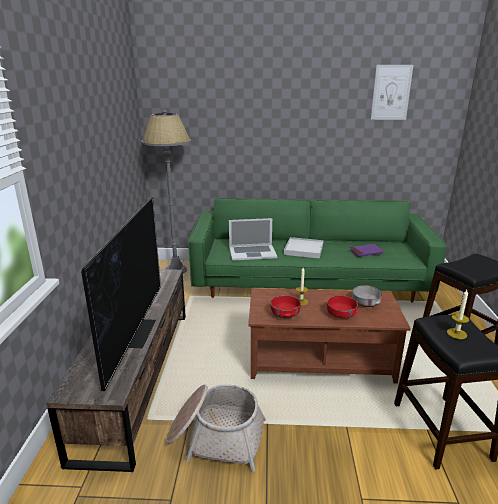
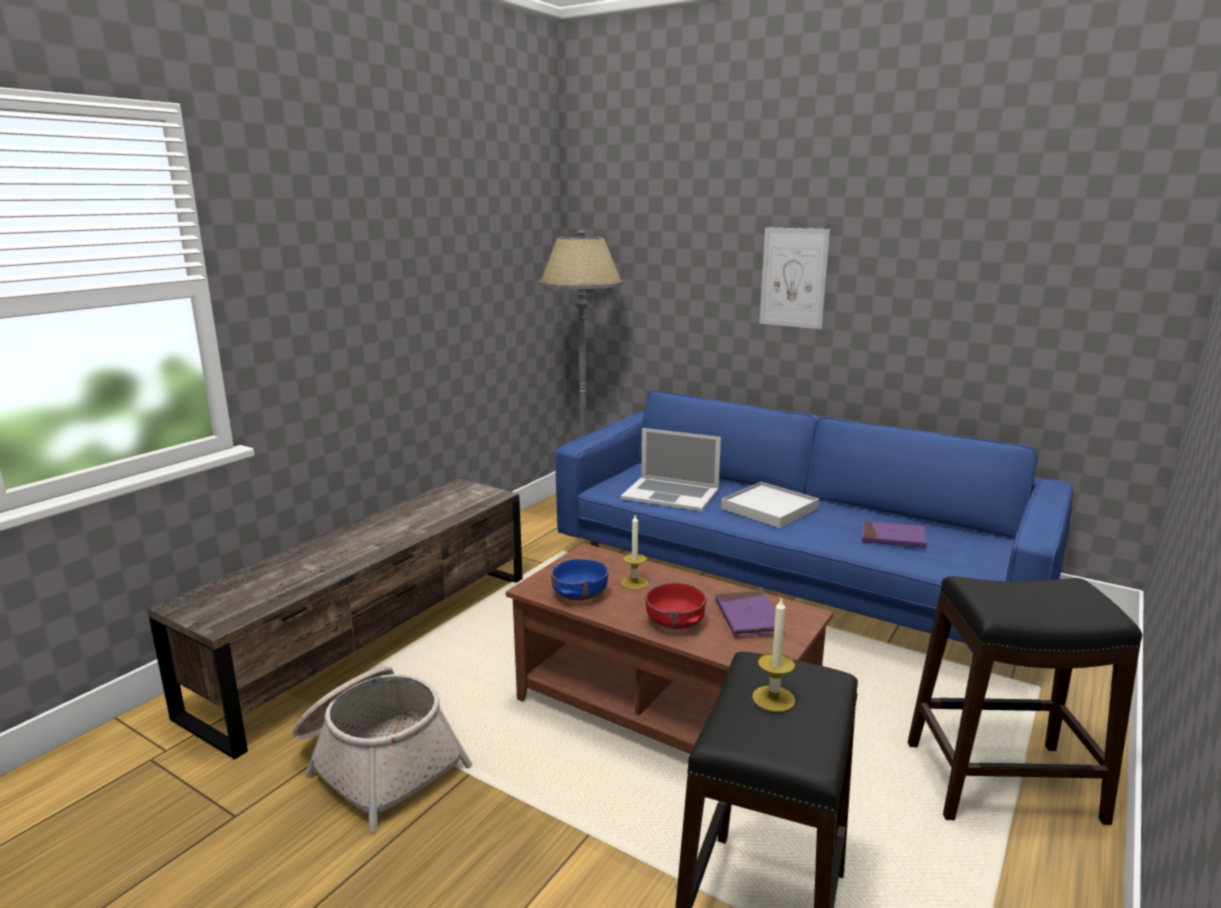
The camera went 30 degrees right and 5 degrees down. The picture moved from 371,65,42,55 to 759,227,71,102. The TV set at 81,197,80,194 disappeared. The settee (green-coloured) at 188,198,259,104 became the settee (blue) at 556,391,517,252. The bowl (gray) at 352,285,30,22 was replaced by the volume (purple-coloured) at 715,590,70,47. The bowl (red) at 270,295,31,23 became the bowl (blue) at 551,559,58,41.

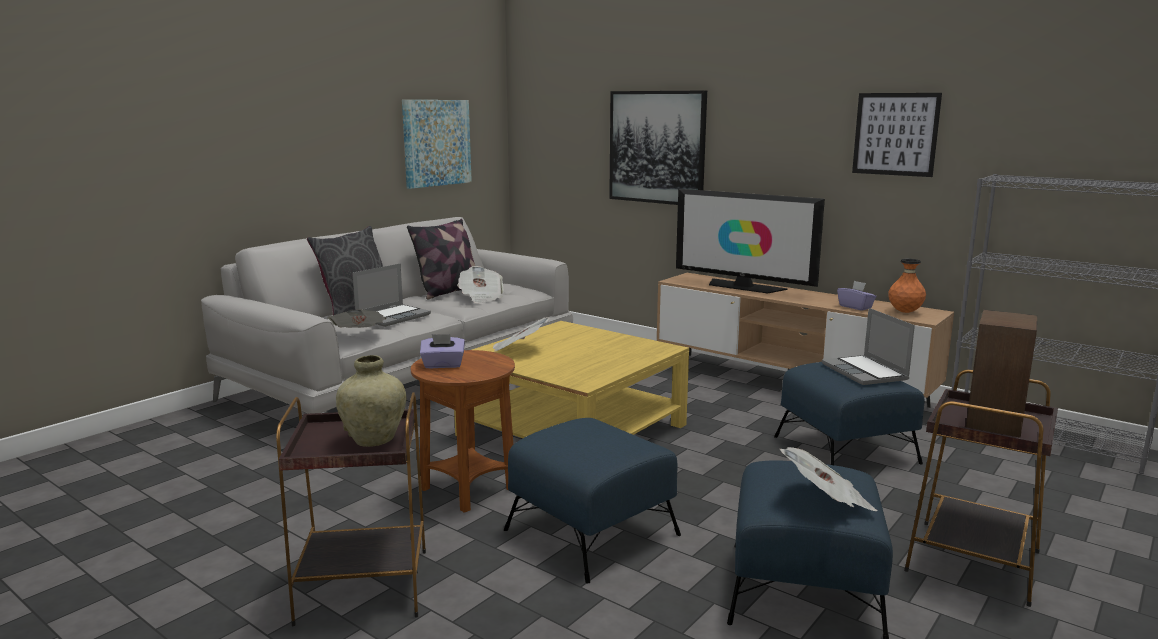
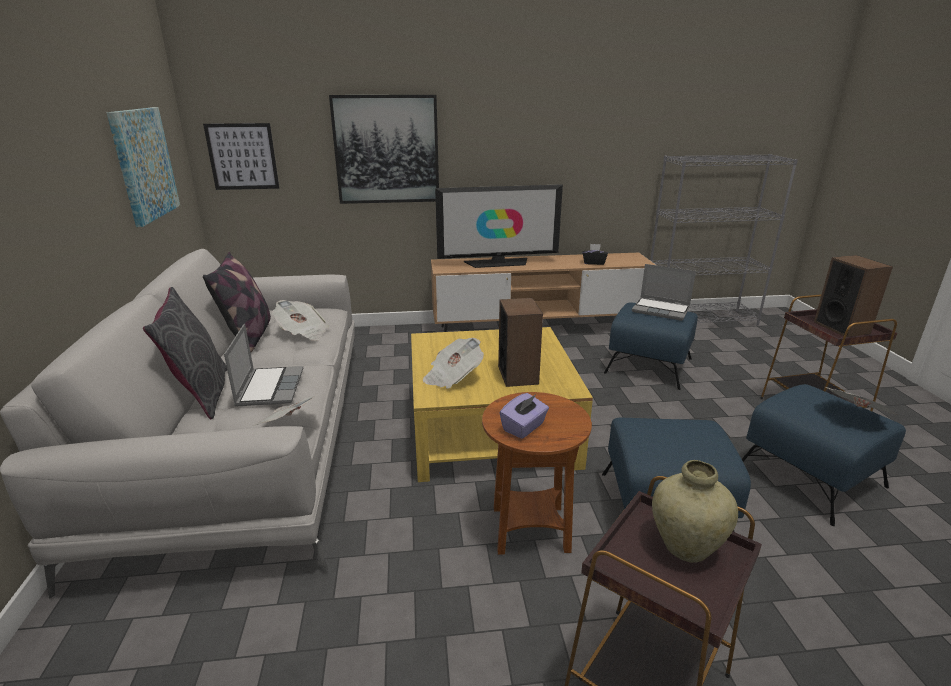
The camera went 45 degrees left and 10 degrees up. The picture moved from 852,93,90,84 to 203,123,76,67. The vase (orange-coloured) at 888,259,38,54 disappeared. The box of tissues (purple-coloured) at 837,281,39,30 became the box of tissues (blackish) at 582,244,26,21. The audio speaker at 498,298,45,89 appeared.

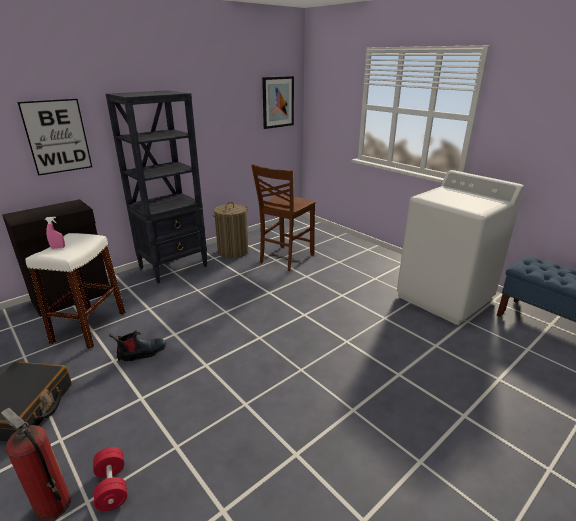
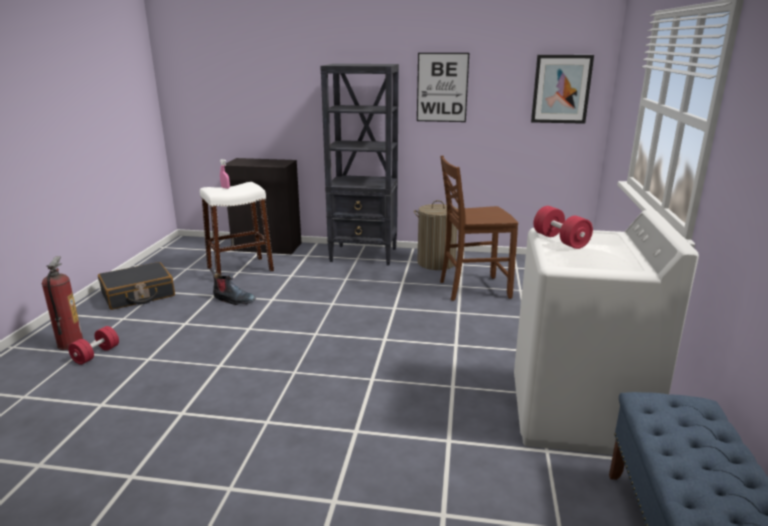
The camera went 50 degrees right and 5 degrees down. The picture moved from 17,99,75,77 to 417,53,52,69. The free weight (red) at 534,206,59,43 appeared.

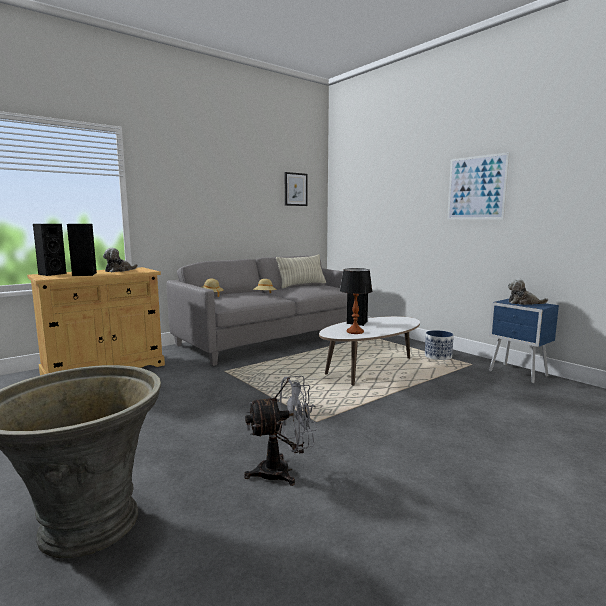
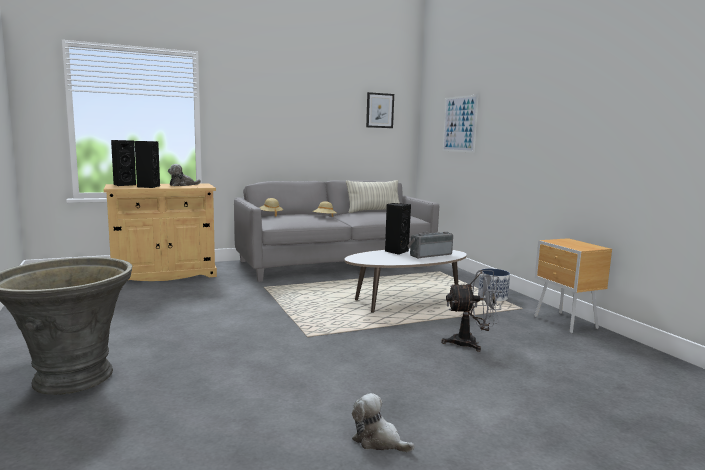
The camera went 15 degrees right and 0 degrees up. The picture moved from 447,152,63,67 to 443,94,36,59. The table lamp at 340,268,33,66 disappeared. The cuddly toy moved from 508,279,40,26 to 352,393,62,59. The nightstand (blue) at 489,299,70,84 became the nightstand (brown) at 534,238,78,95. The fan (gray) moved from 244,376,73,110 to 441,270,61,82. The radio receiver at 407,231,46,27 appeared.

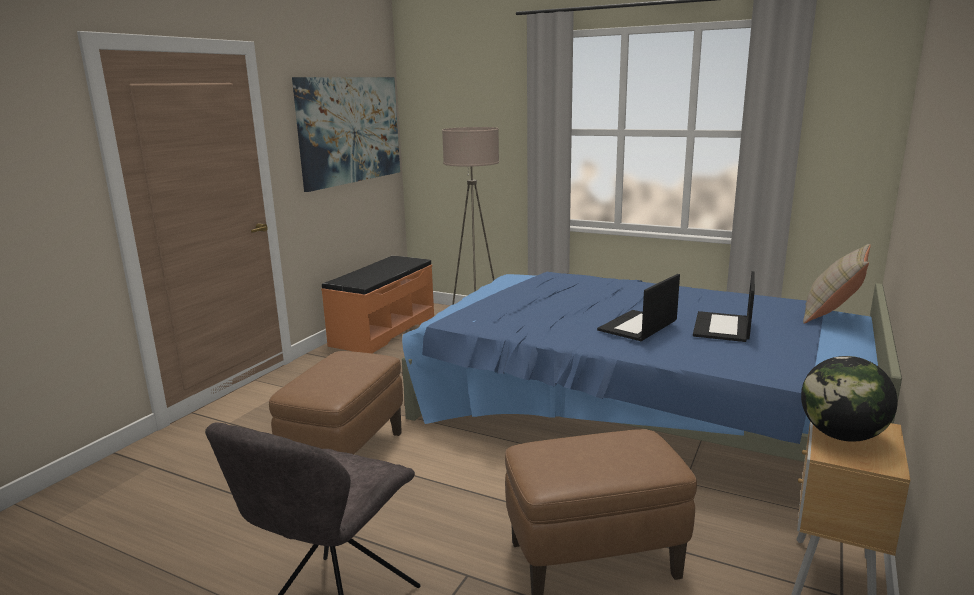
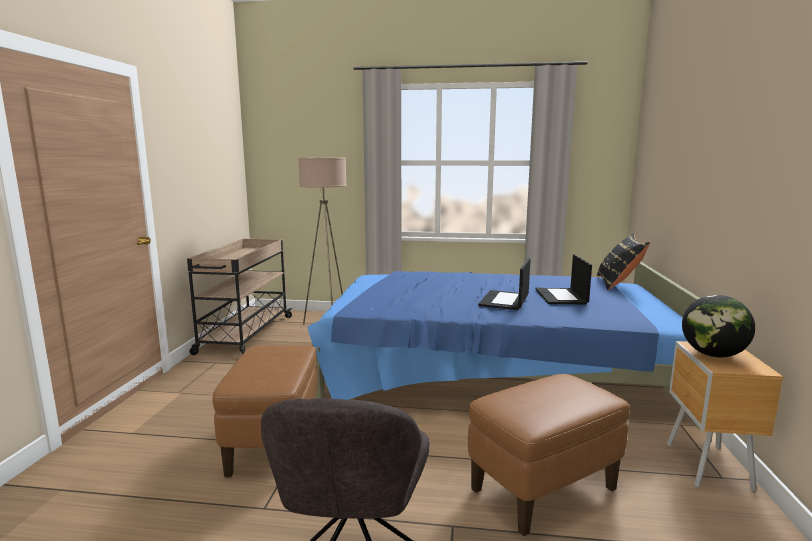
The camera went 20 degrees left and 5 degrees down. The picture at 292,77,108,115 disappeared. The pillow (beige-coloured) at 803,244,68,80 became the pillow (blackish) at 597,233,53,57. The long seat (orange-coloured) at 321,256,113,97 was replaced by the wheeled cart (beige-coloured) at 187,239,106,116.

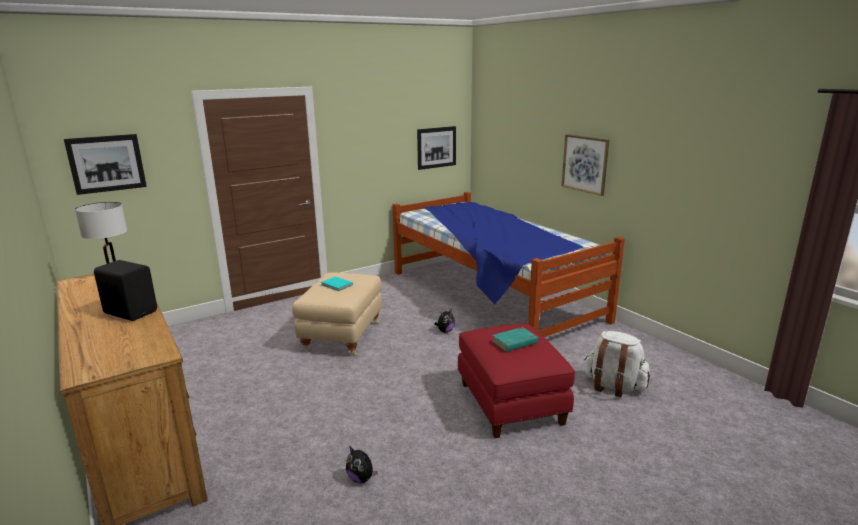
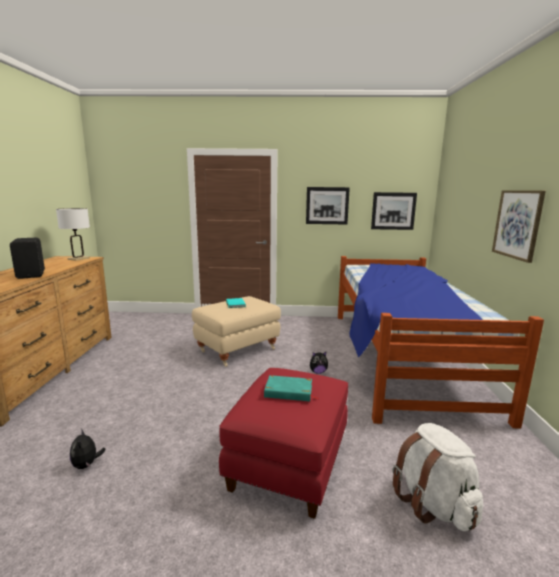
The camera went 35 degrees right and 5 degrees down. The picture moved from 64,134,83,61 to 306,187,44,37.

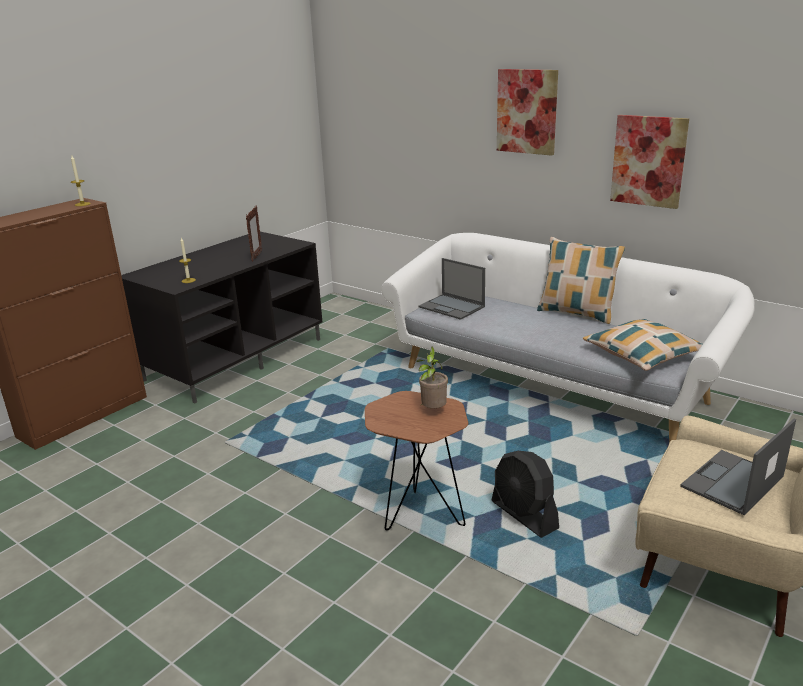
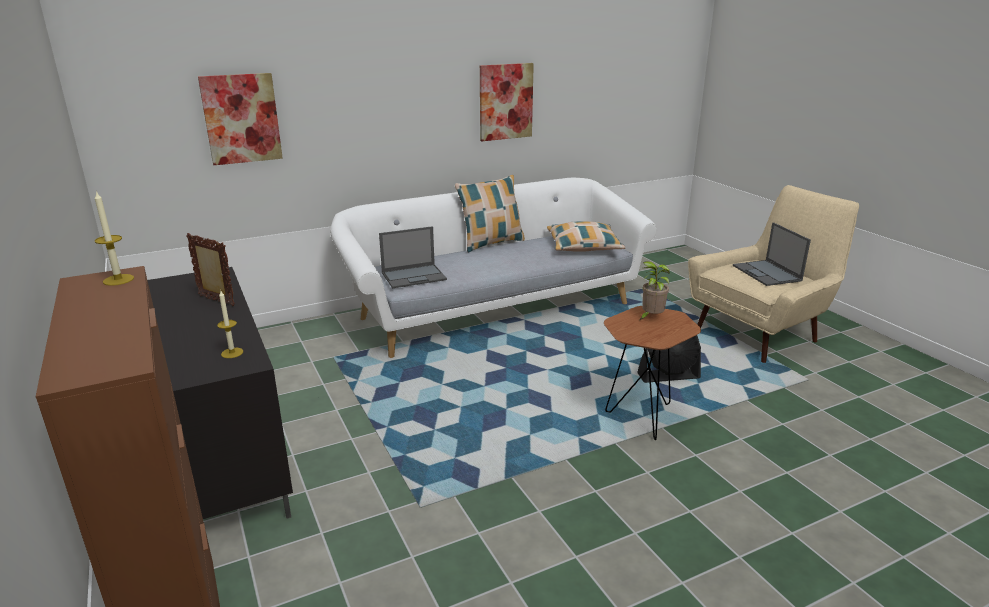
The camera went 65 degrees left and 0 degrees up. The picture moved from 497,69,61,87 to 198,73,85,92.

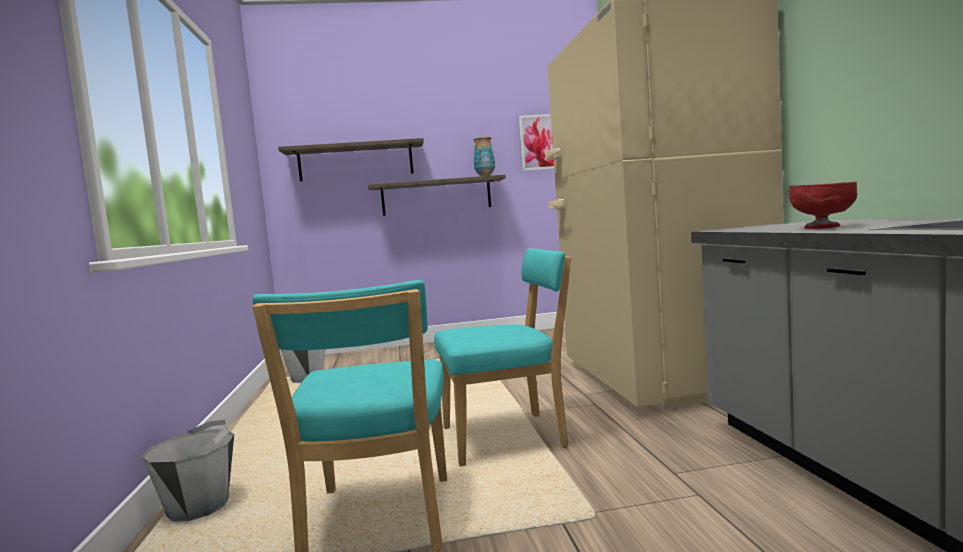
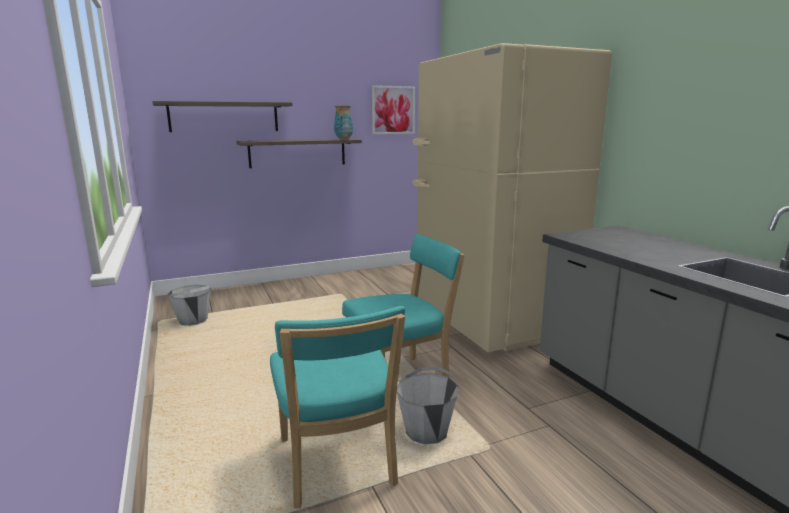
The camera went 15 degrees left and 10 degrees up. The bowl (red) at 789,182,69,47 disappeared. The bucket (gray) moved from 141,420,93,101 to 397,367,61,78.

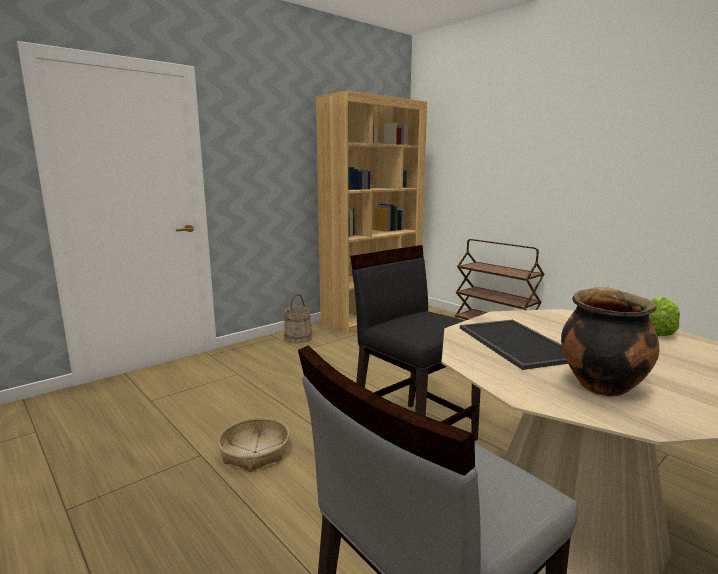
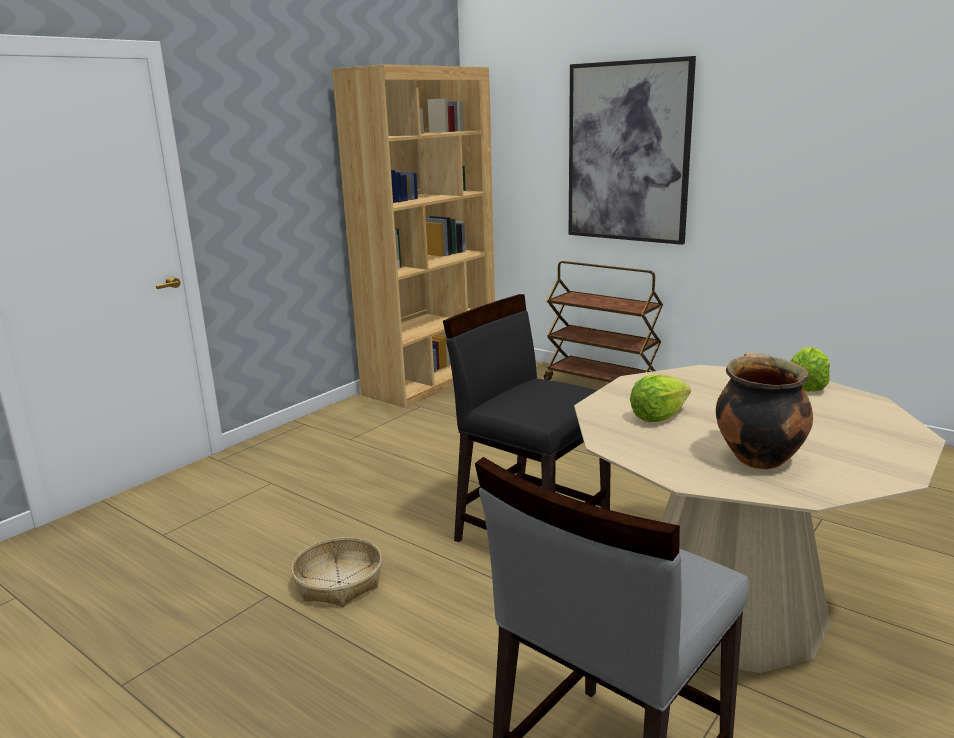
The camera went 10 degrees left and 5 degrees up. The bucket (beige-coloured) at 284,294,28,49 disappeared. The serving tray at 460,320,108,50 was replaced by the lettuce head at 630,375,61,47. The picture at 569,56,127,189 appeared.

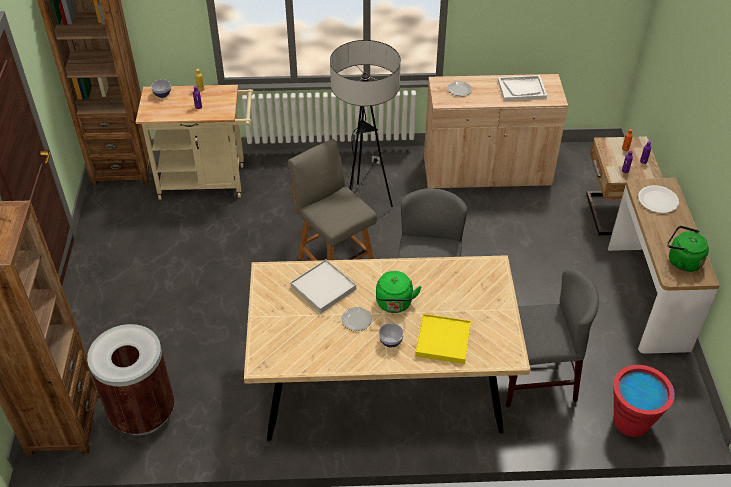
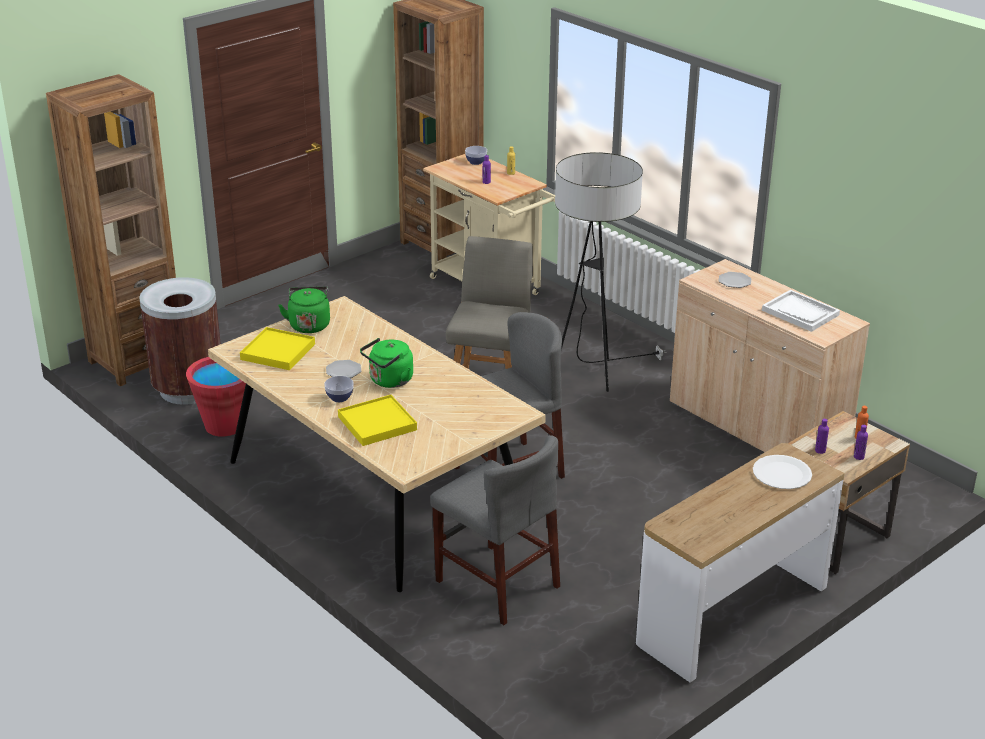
The camera went 50 degrees right and 15 degrees down. The water kettle (green-coloured) moved from 667,226,42,46 to 278,286,52,47. The serving tray (white-coloured) at 290,259,66,54 disappeared. The bucket (red) moved from 614,365,61,72 to 186,357,60,80. The serving tray (yellow) at 240,327,75,43 appeared.

